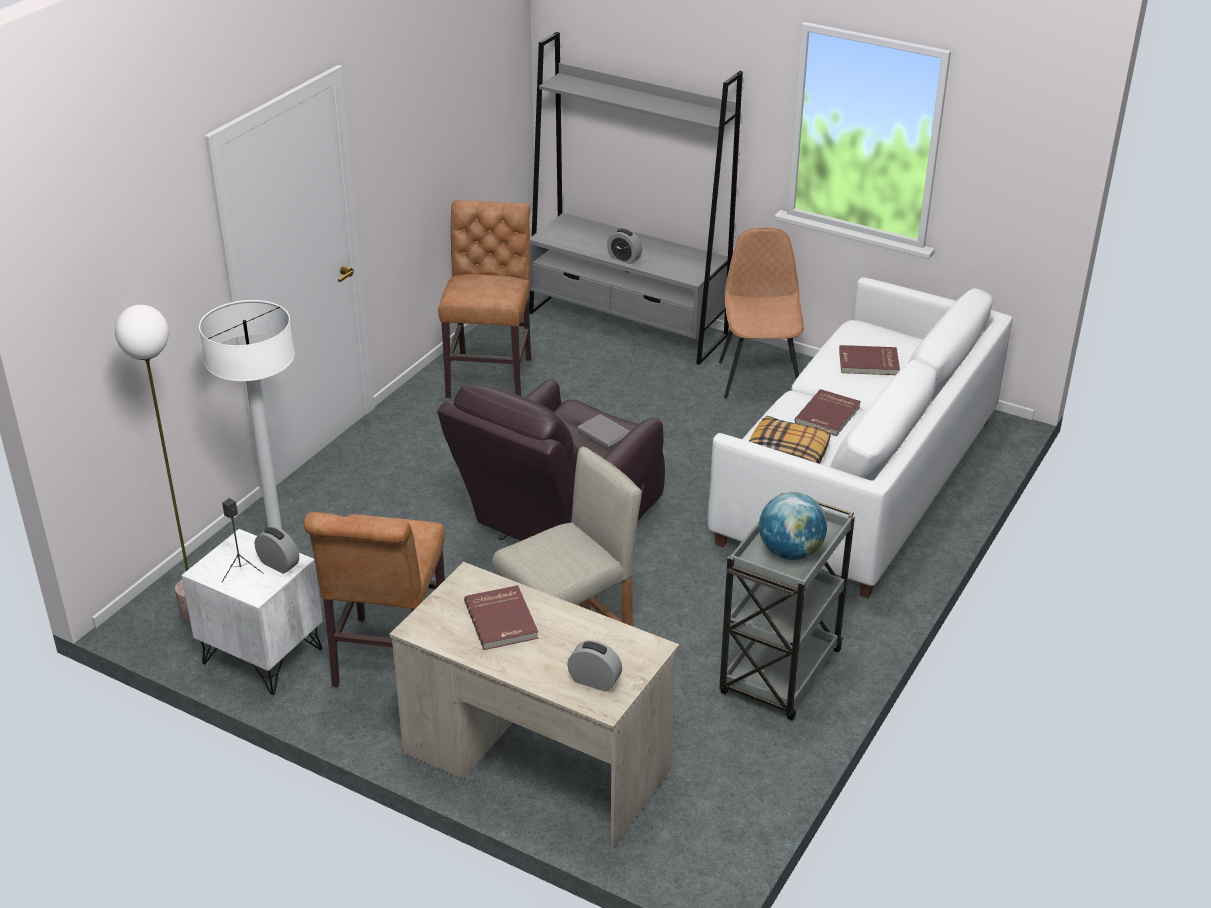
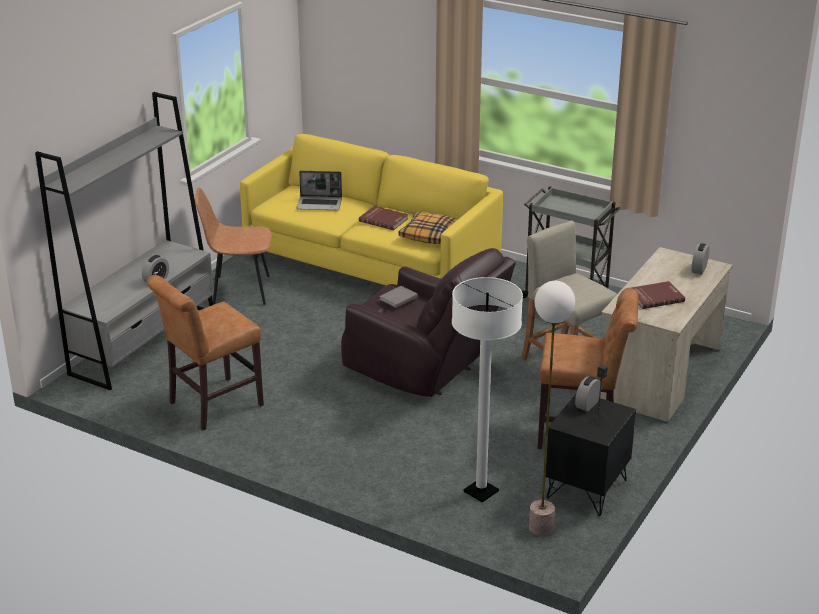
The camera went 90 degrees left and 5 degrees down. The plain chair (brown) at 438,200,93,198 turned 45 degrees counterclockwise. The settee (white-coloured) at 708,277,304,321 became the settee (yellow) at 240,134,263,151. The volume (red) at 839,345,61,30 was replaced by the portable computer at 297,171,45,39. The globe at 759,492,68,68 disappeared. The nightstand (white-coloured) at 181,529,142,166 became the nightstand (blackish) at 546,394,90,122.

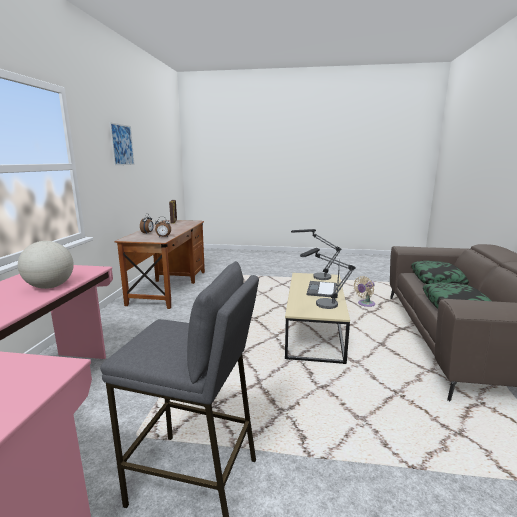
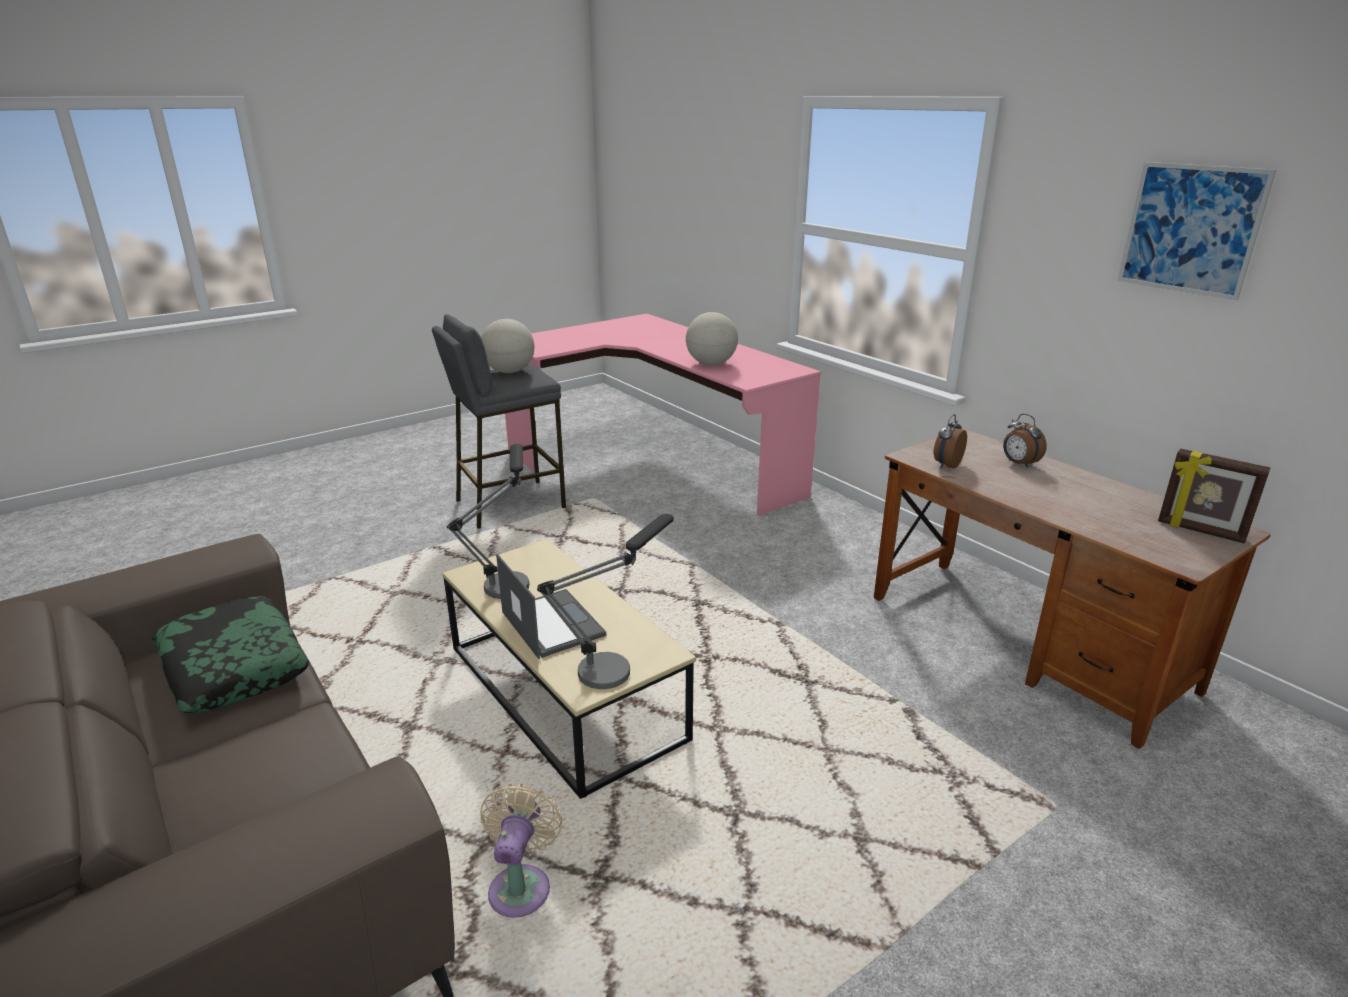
The camera went 135 degrees right and 10 degrees up. The pillow at 411,261,58,24 disappeared. The globe at 481,319,53,54 appeared.

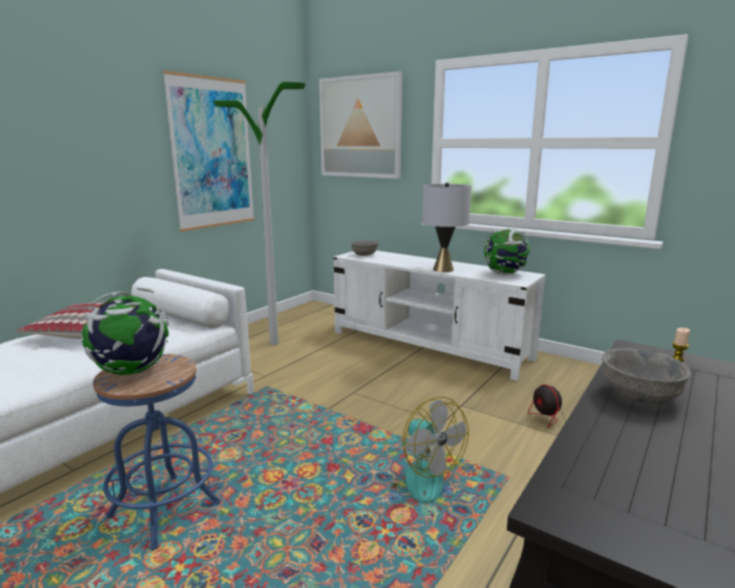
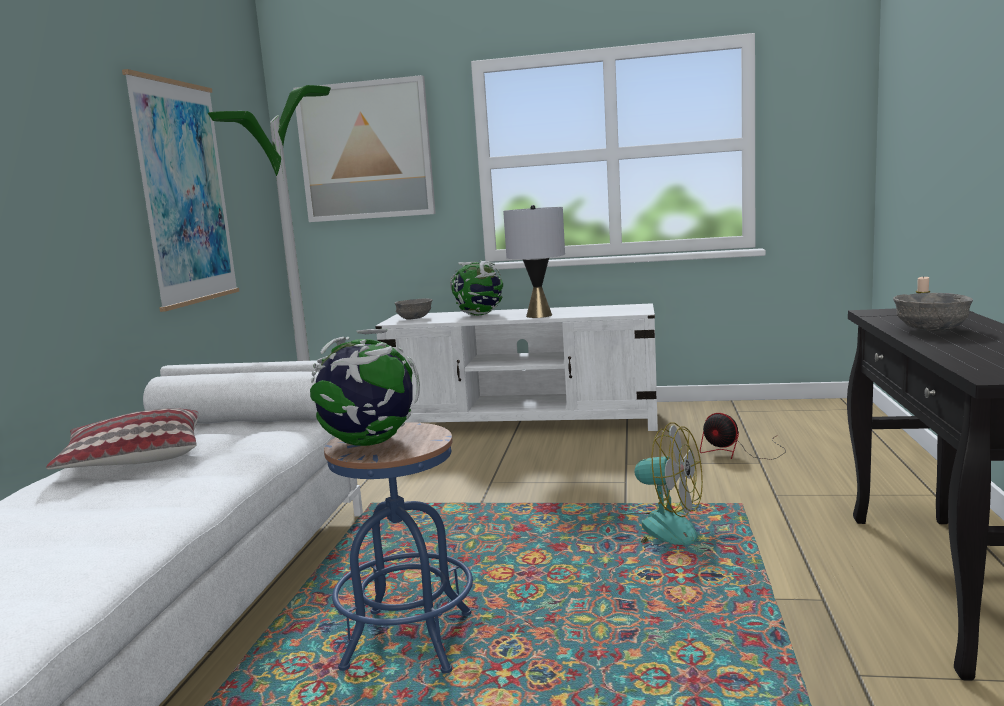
The camera went 25 degrees left and 5 degrees down. The globe moved from 484,228,46,46 to 450,260,53,56.

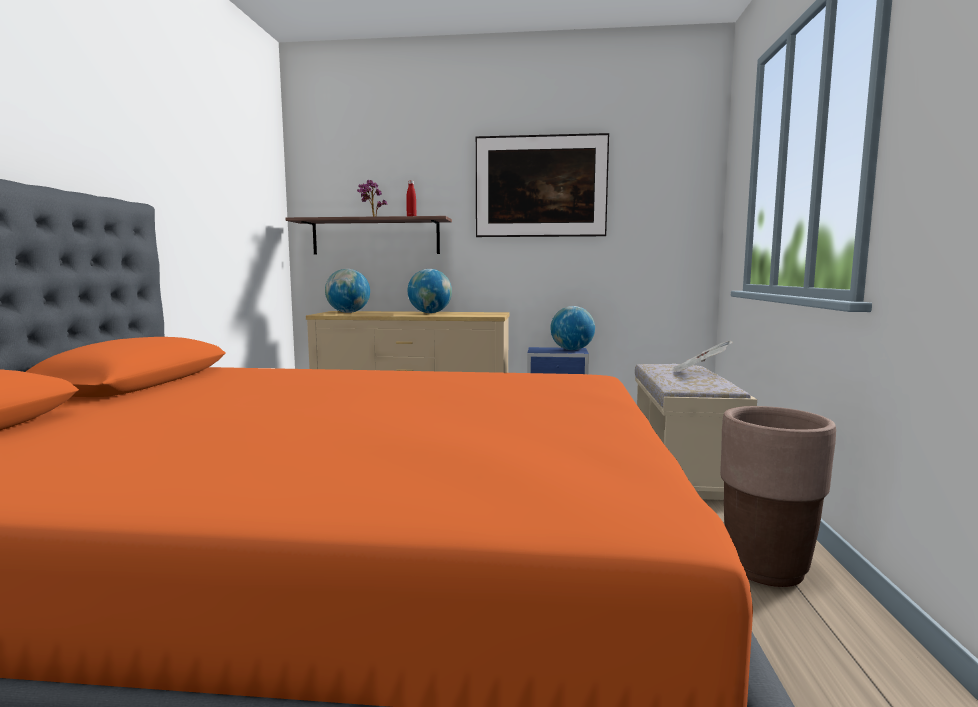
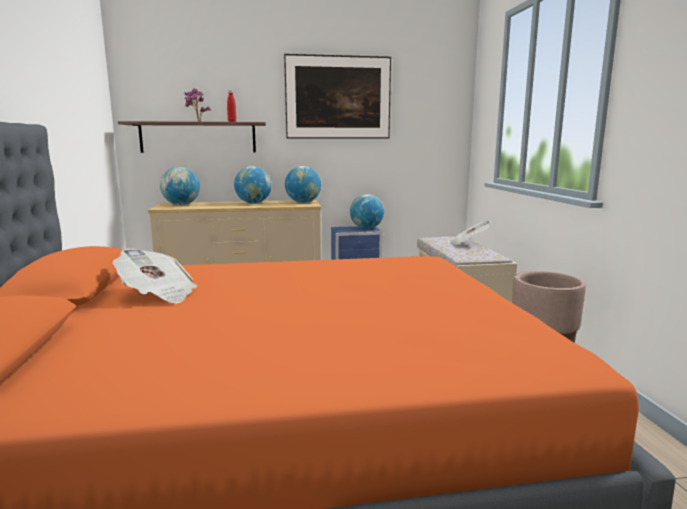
The camera went 15 degrees left and 5 degrees up. The globe at 285,166,36,37 appeared. The newspaper at 113,248,84,55 appeared.

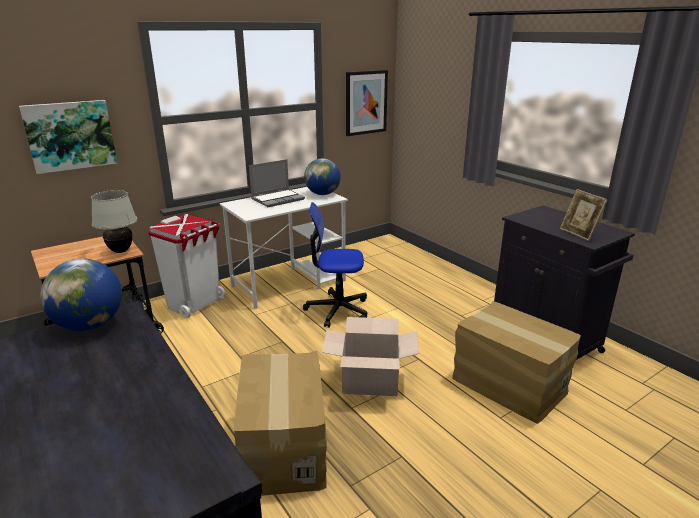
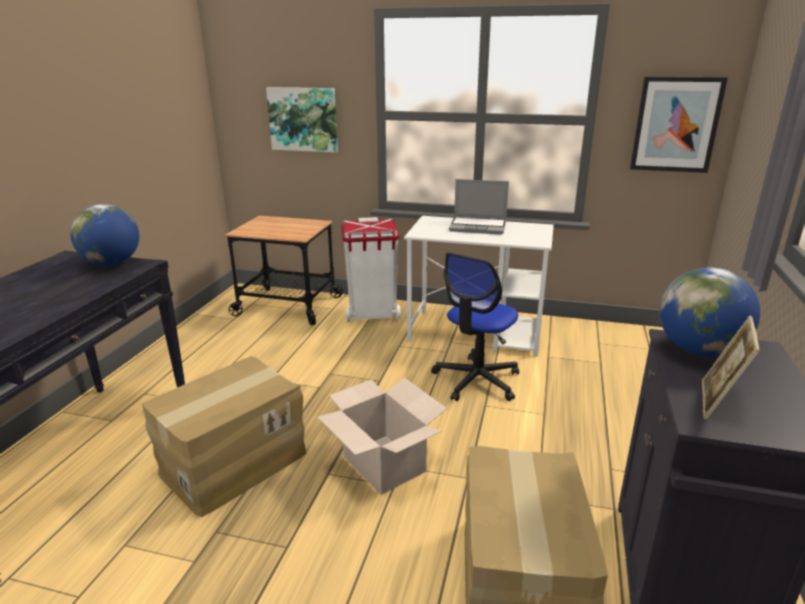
The camera went 50 degrees right and 0 degrees up. The globe moved from 304,158,37,37 to 659,267,101,90. The table lamp (white-coloured) at 91,190,47,63 disappeared. The desk chair at 303,202,64,126 turned 105 degrees counterclockwise.

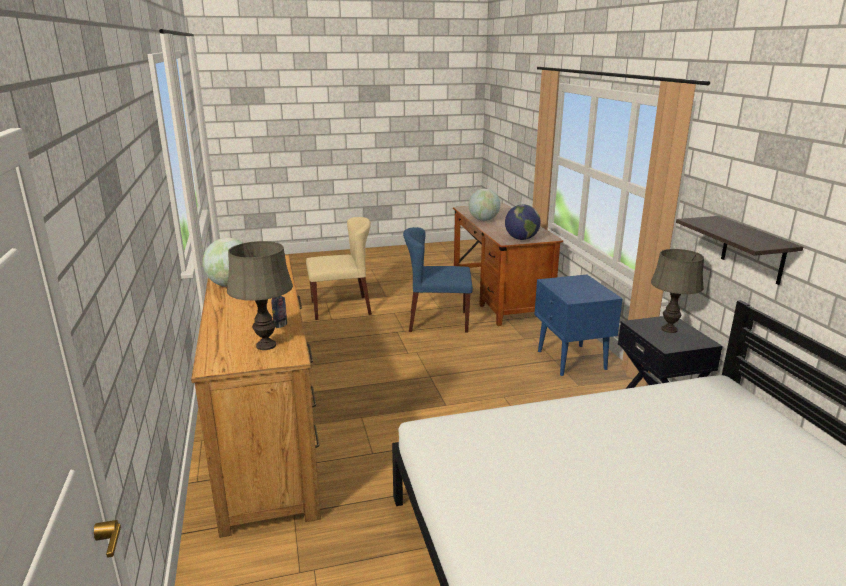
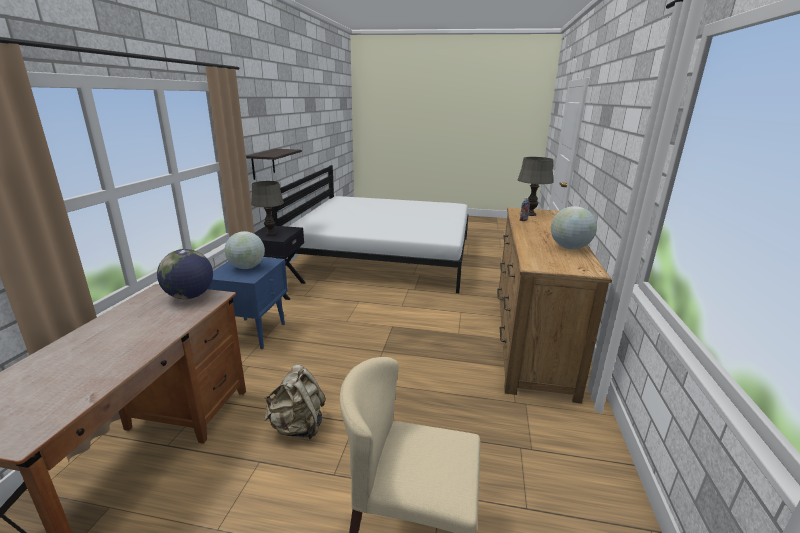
The camera went 155 degrees left and 0 degrees up. The globe moved from 469,189,31,32 to 225,231,40,38. The plain chair (blue) at 403,227,70,105 was replaced by the knapsack (beige-coloured) at 264,364,62,75.

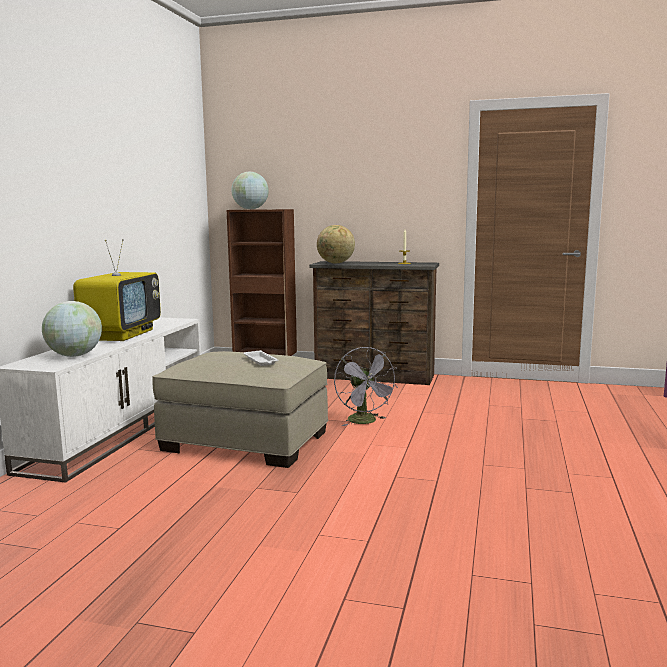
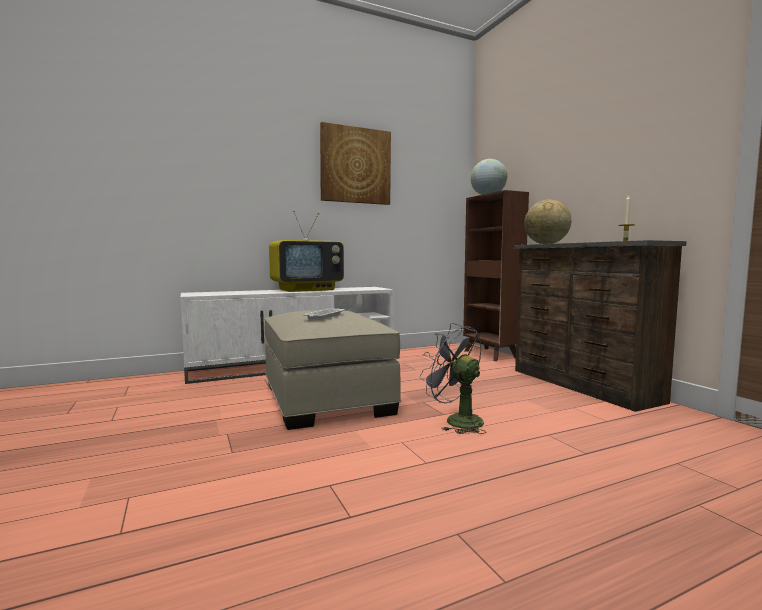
The camera went 50 degrees right and 5 degrees down. The globe at 42,301,60,56 disappeared. The fan (gray) at 334,347,64,79 turned 105 degrees clockwise. The picture at 320,122,71,83 appeared.

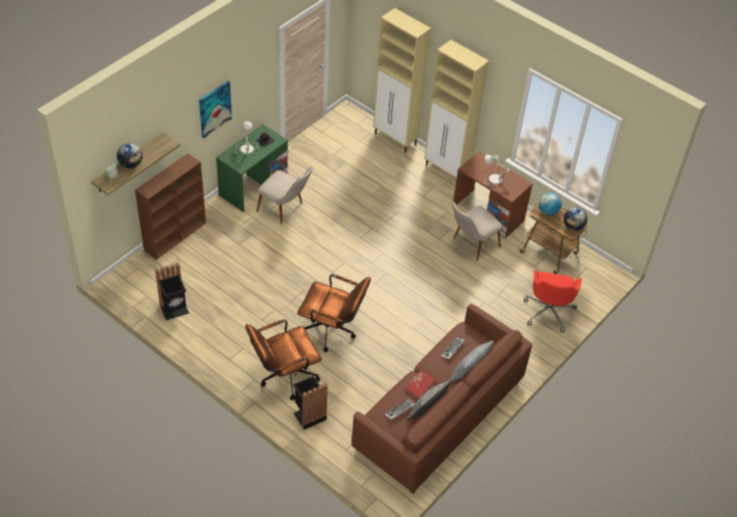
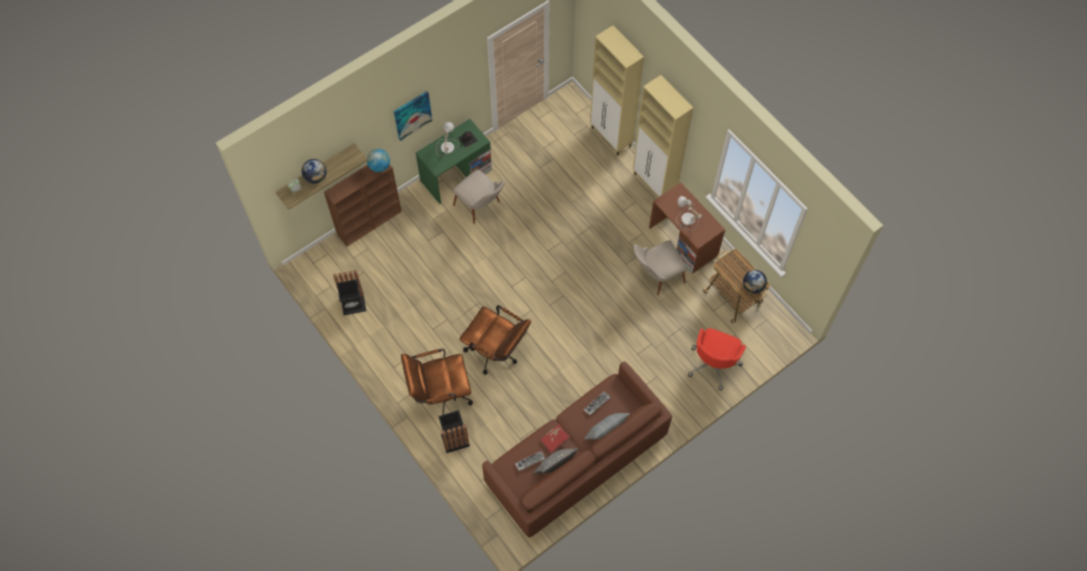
The camera went 15 degrees right and 15 degrees up. The globe moved from 538,192,24,23 to 367,149,23,23.

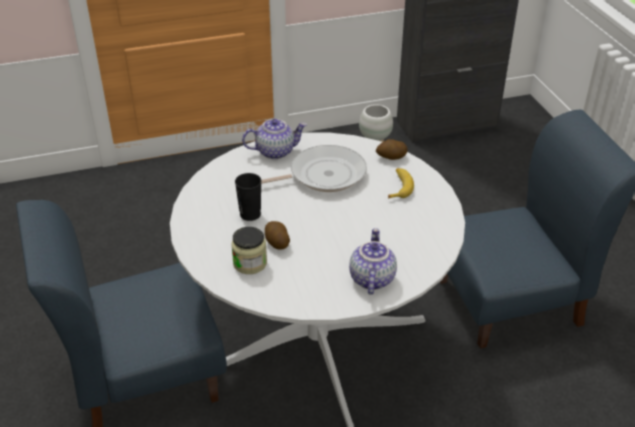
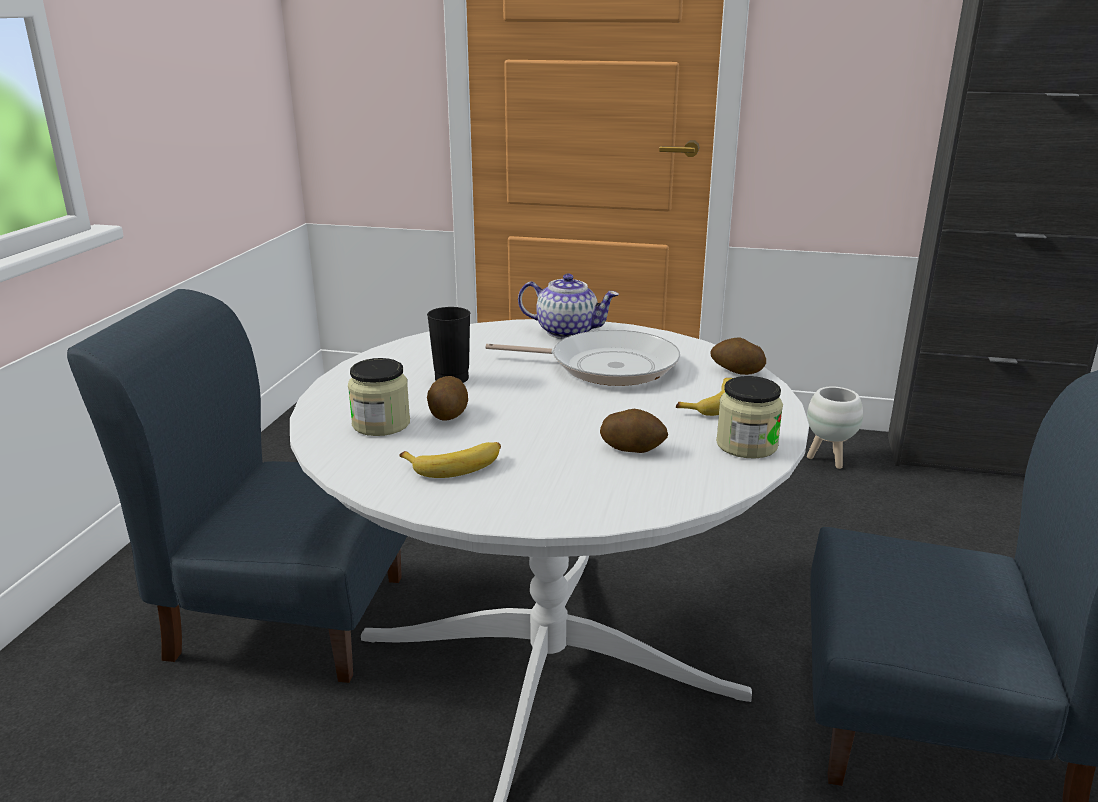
The camera went 30 degrees right and 15 degrees down. The pot for tea at 349,228,48,67 disappeared. The storage jar at 716,376,67,82 appeared. The potato at 600,409,68,44 appeared. The banana at 399,442,102,36 appeared.

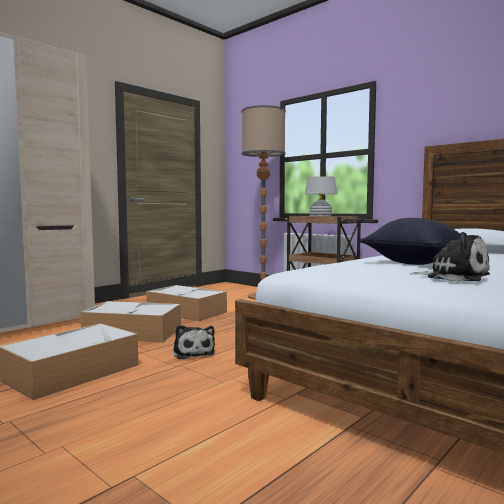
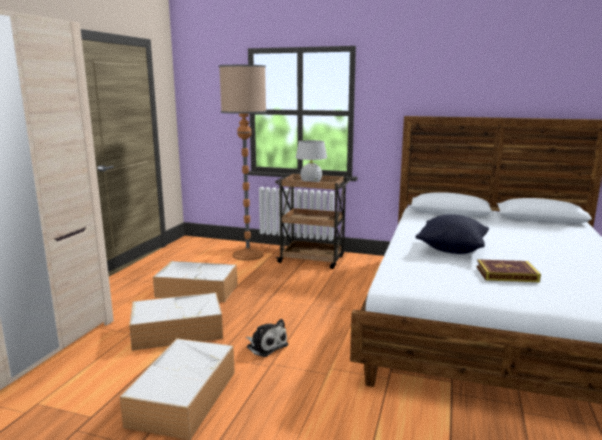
The camera went 25 degrees left and 10 degrees up. The cuddly toy at 409,232,81,50 was replaced by the volume at 477,259,64,23.

